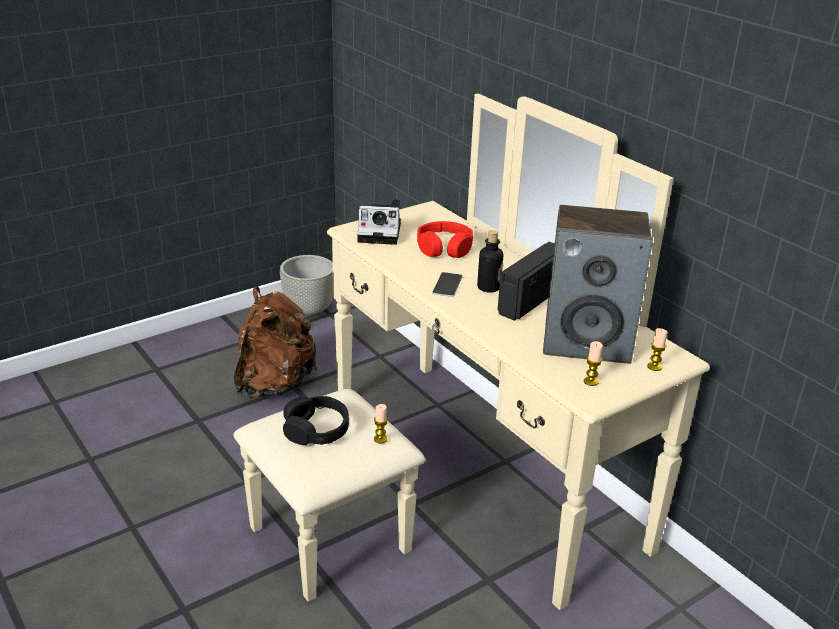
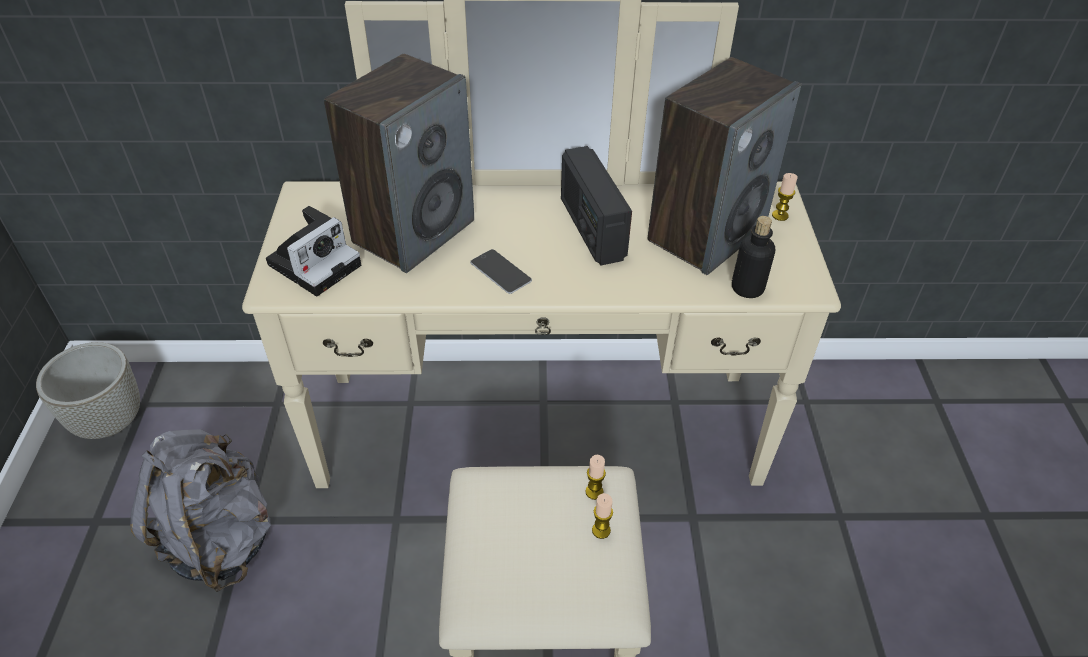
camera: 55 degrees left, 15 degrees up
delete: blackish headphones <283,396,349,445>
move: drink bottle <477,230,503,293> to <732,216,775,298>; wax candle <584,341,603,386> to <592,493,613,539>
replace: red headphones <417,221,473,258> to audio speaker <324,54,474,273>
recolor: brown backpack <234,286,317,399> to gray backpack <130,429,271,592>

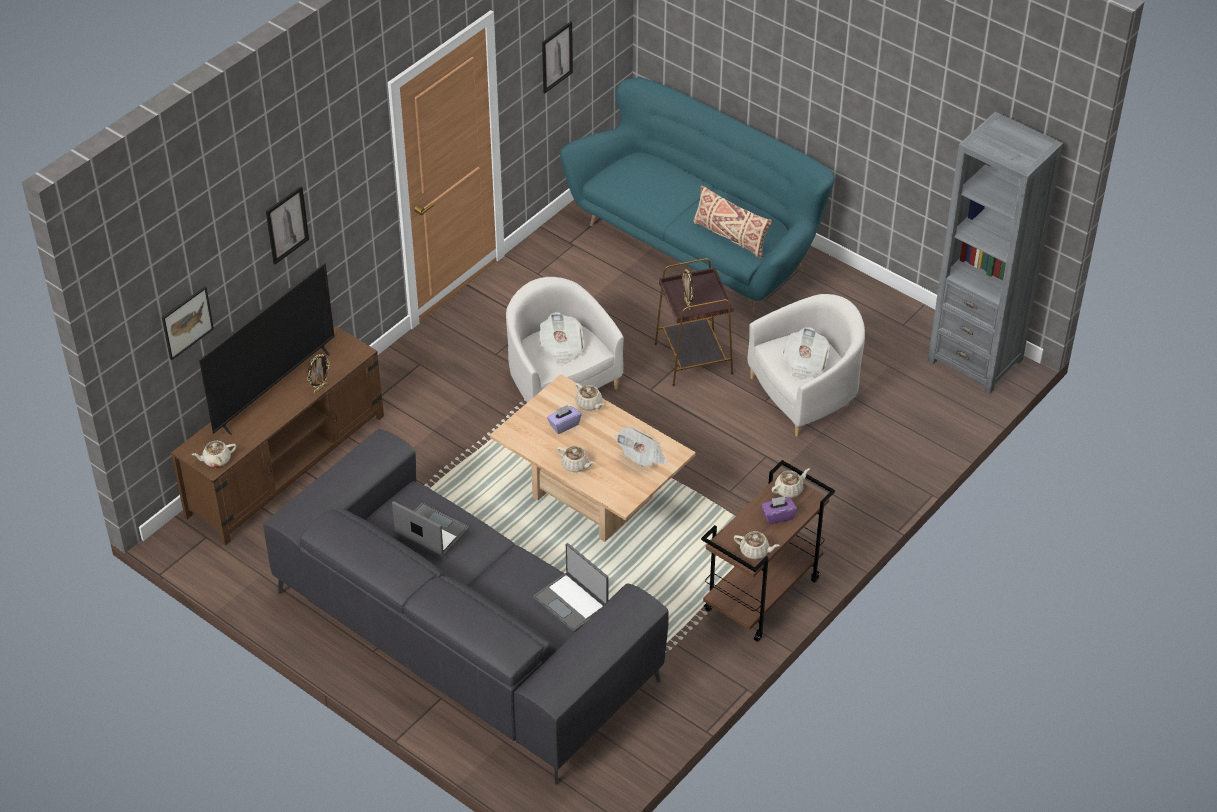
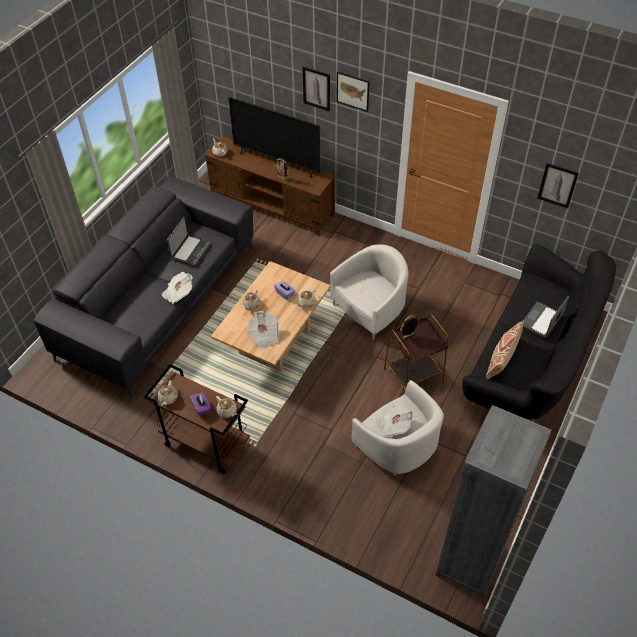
camera: 80 degrees right, 5 degrees up
move: wall art <162,286,214,360> to <337,72,370,112>; laptop <533,543,609,632> to <523,296,569,338>; newspaper <539,312,584,366> to <162,272,193,304>
recolor: turquoise-coloured couch <560,77,835,313> to blackish couch <462,245,616,422>

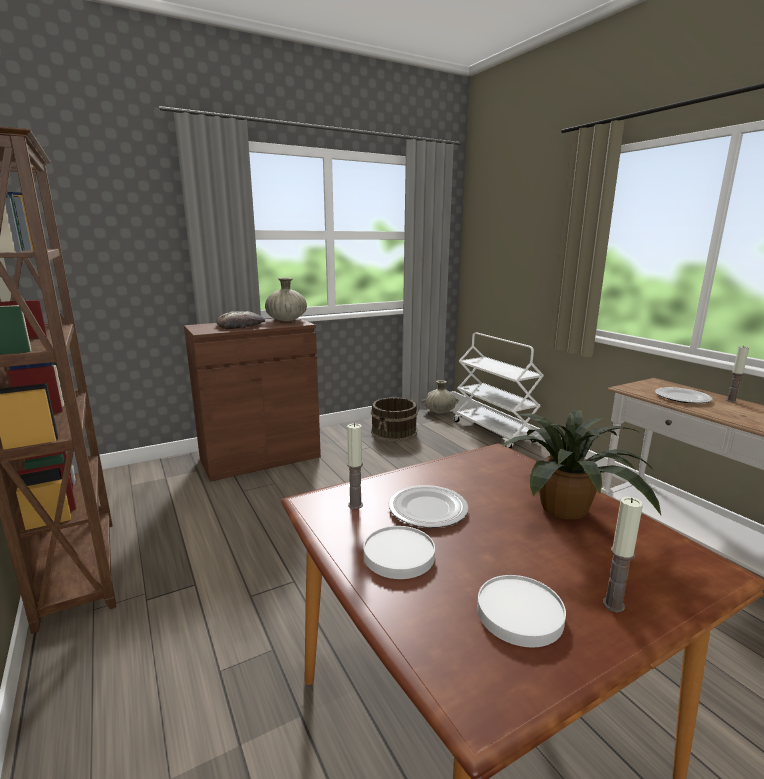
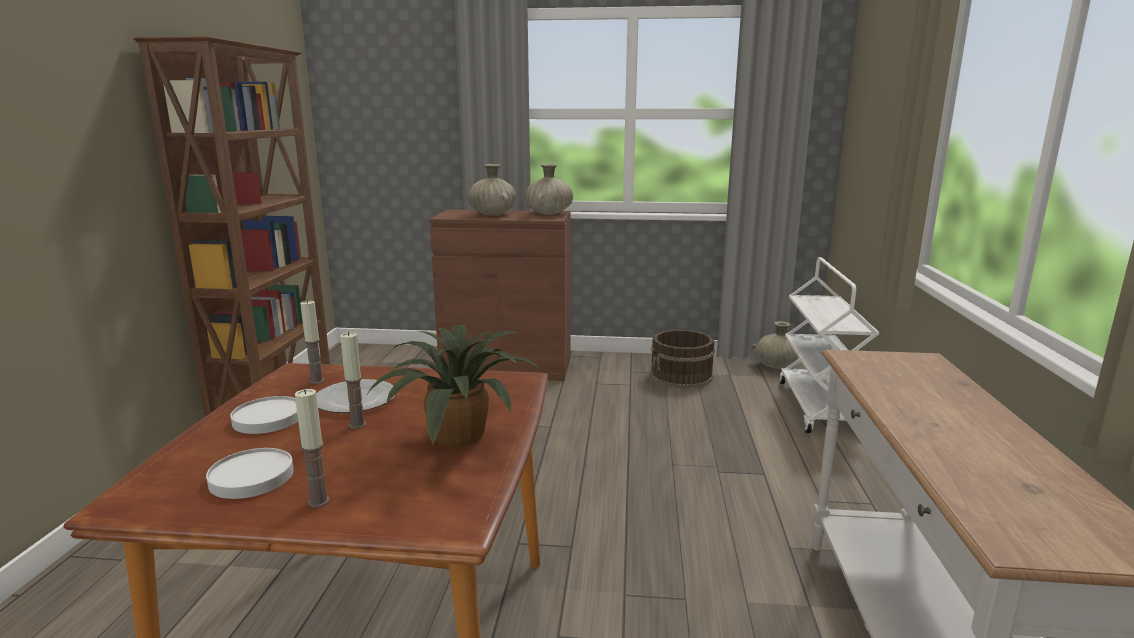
camera: 35 degrees right, 0 degrees up
delete: dinner plate <655,387,713,403>
move: wax candle <726,347,749,402> to <340,332,366,429>
replace: bread <217,311,265,329> to beige flower vase <467,164,516,216>

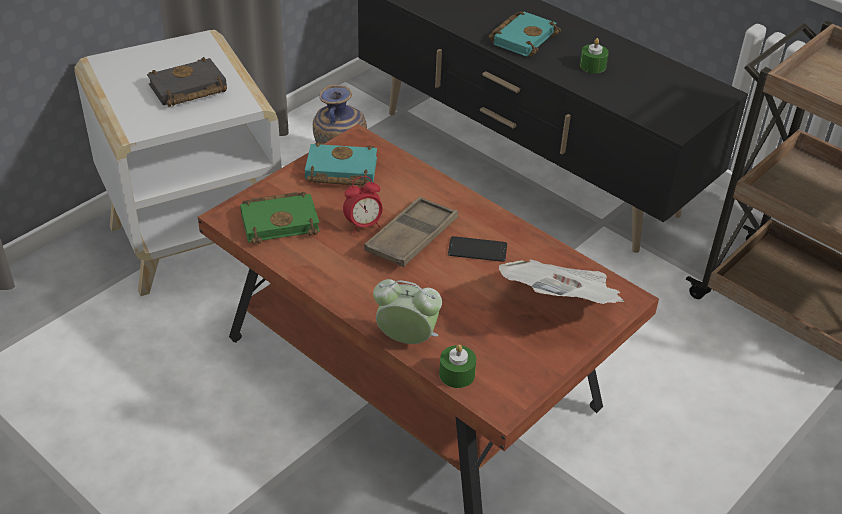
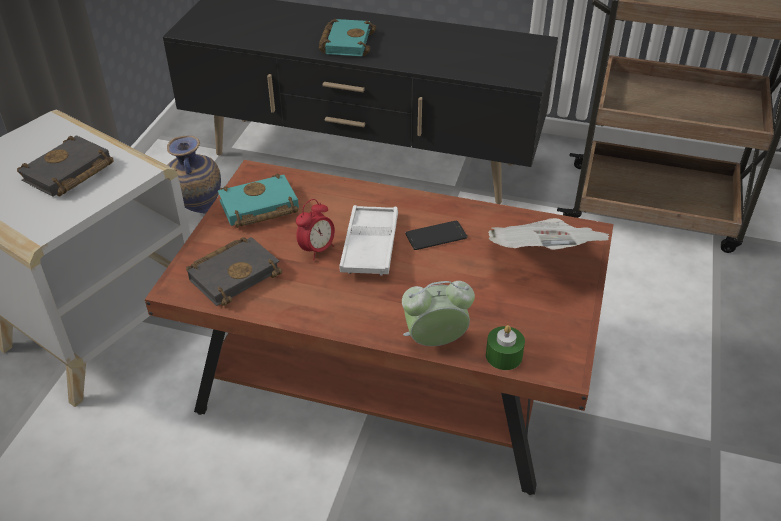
camera: 25 degrees left, 0 degrees up
delete: green wax candle <580,38,609,74>
recolor: green volume <240,192,320,244> to blackish volume <186,237,282,306>; brown serving tray <364,196,458,267> to whitish serving tray <339,205,398,276>

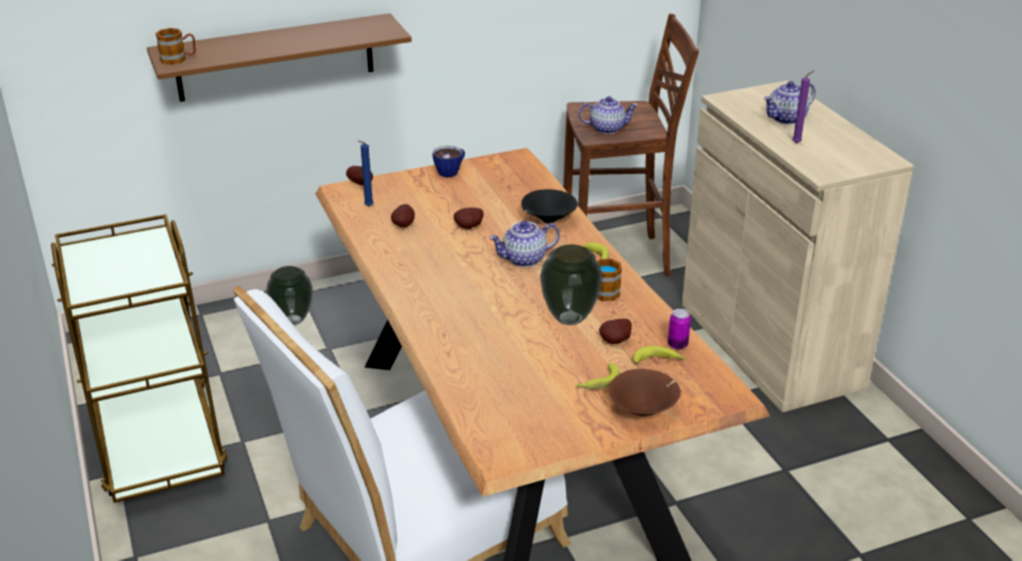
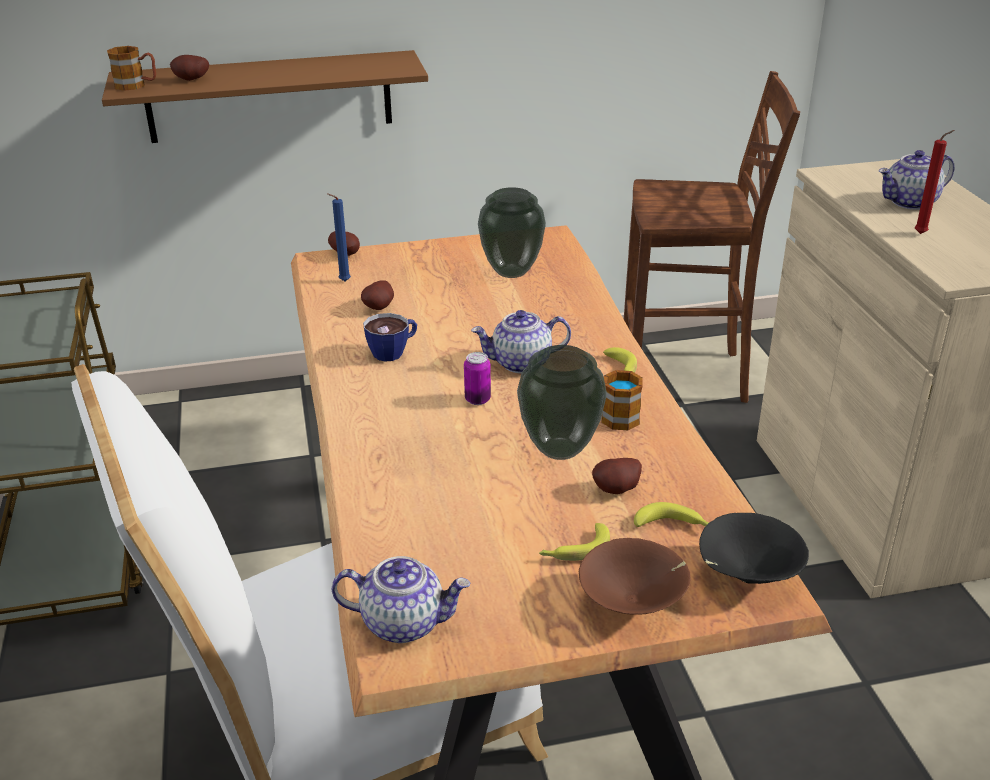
camera: 10 degrees right, 0 degrees up
move: flower vase <266,266,313,325> to <478,187,546,278>; drinking cup <432,146,465,177> to <363,313,417,362>; spud <453,208,484,229> to <170,55,209,81>; blackish serving bowl <521,189,578,223> to <699,513,809,584>; tea pot <578,96,638,134> to <332,556,470,643>; metal can <668,309,691,350> to <464,352,491,405>
recolor: purple wax candle <792,71,814,143> to red wax candle <915,130,955,234>

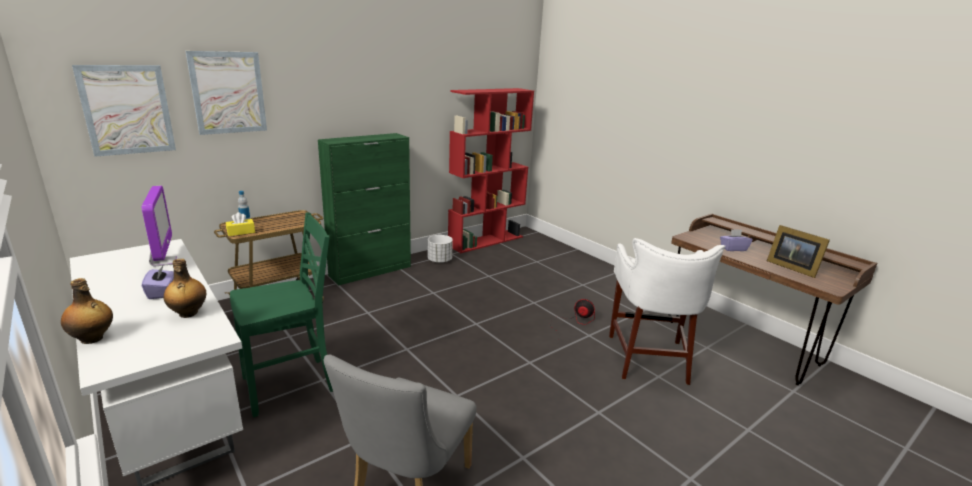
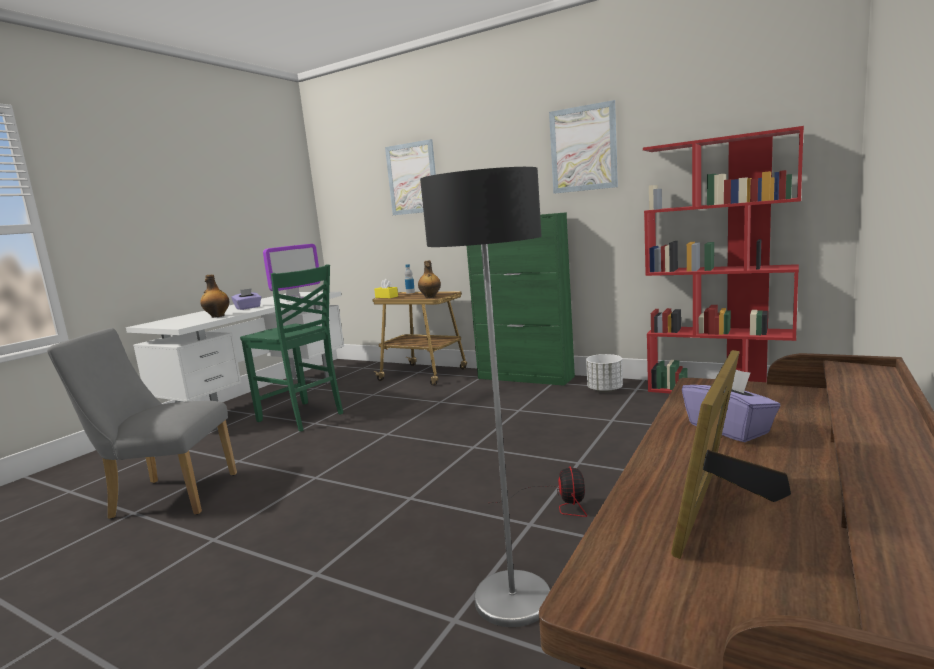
camera: 70 degrees right, 10 degrees down
move: drink bottle <61,278,113,344> to <418,260,441,298>; wall art <72,65,176,157> to <549,100,618,194>
replace: whitish stool seat <609,238,725,385> to standing lamp <420,167,550,627>

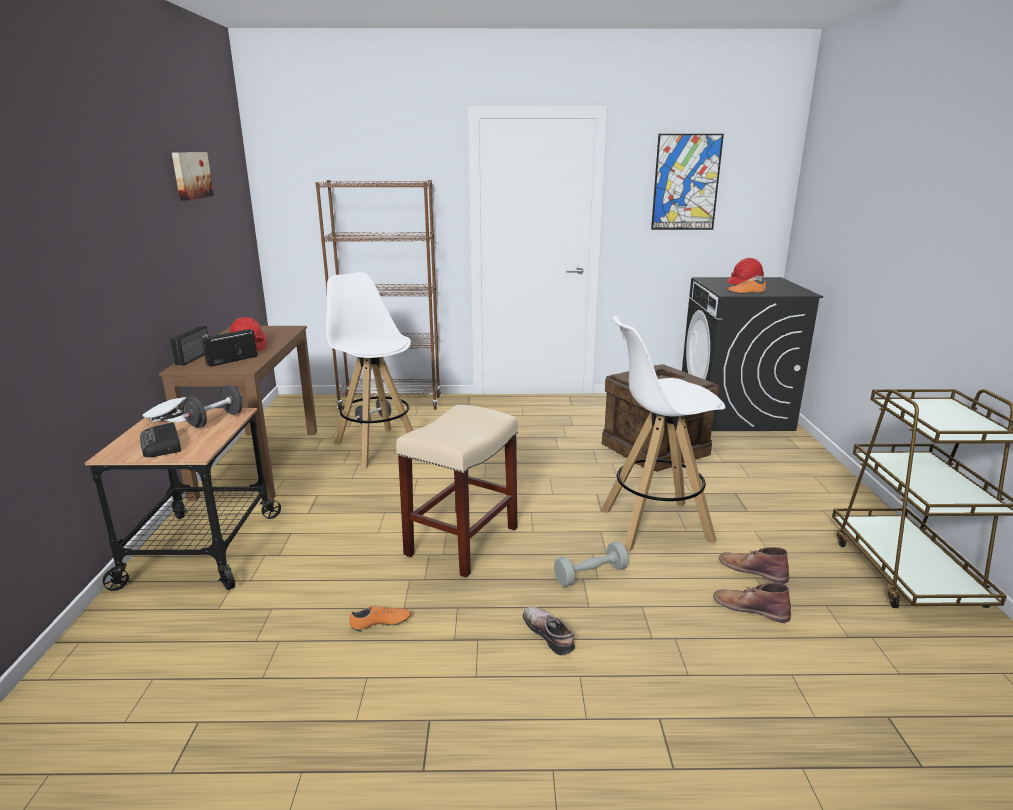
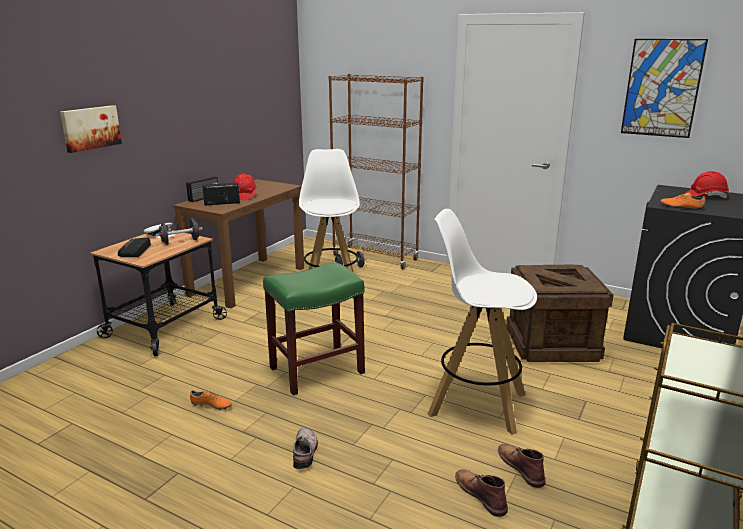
camera: 30 degrees right, 0 degrees up
delete: gray hand weight <554,541,629,587>
move: wall art <172,152,214,200> to <60,105,122,153>
recolor: beige stool seat <396,405,518,578> to green stool seat <263,262,365,395>

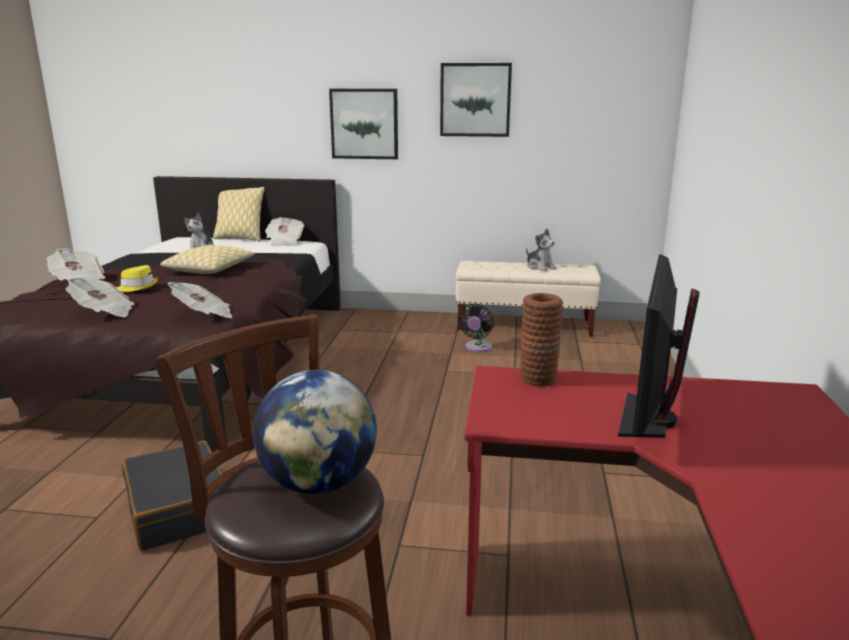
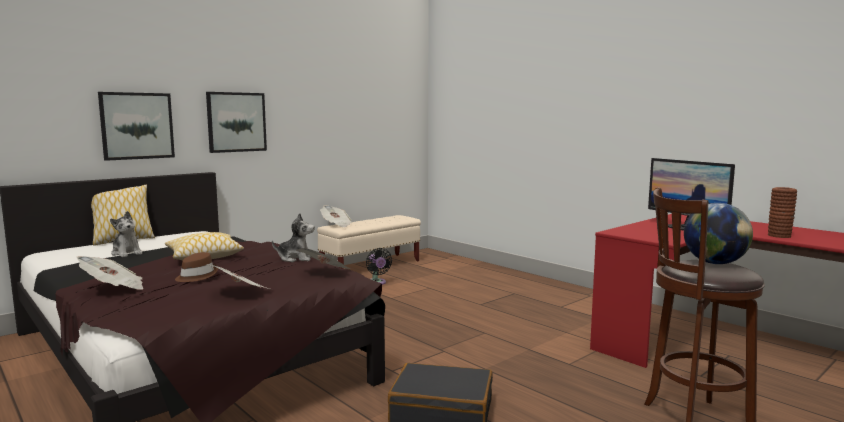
camera: 50 degrees left, 10 degrees down
move: newspaper <265,217,304,247> to <320,205,353,228>; wall art <440,63,512,137> to <98,92,175,161>; brown flower vase <520,293,563,387> to <768,187,797,238>; cuddly toy <526,229,556,271> to <272,213,315,262>
recolor: yellow wearable hat <117,265,158,292> to brown wearable hat <175,252,218,282>

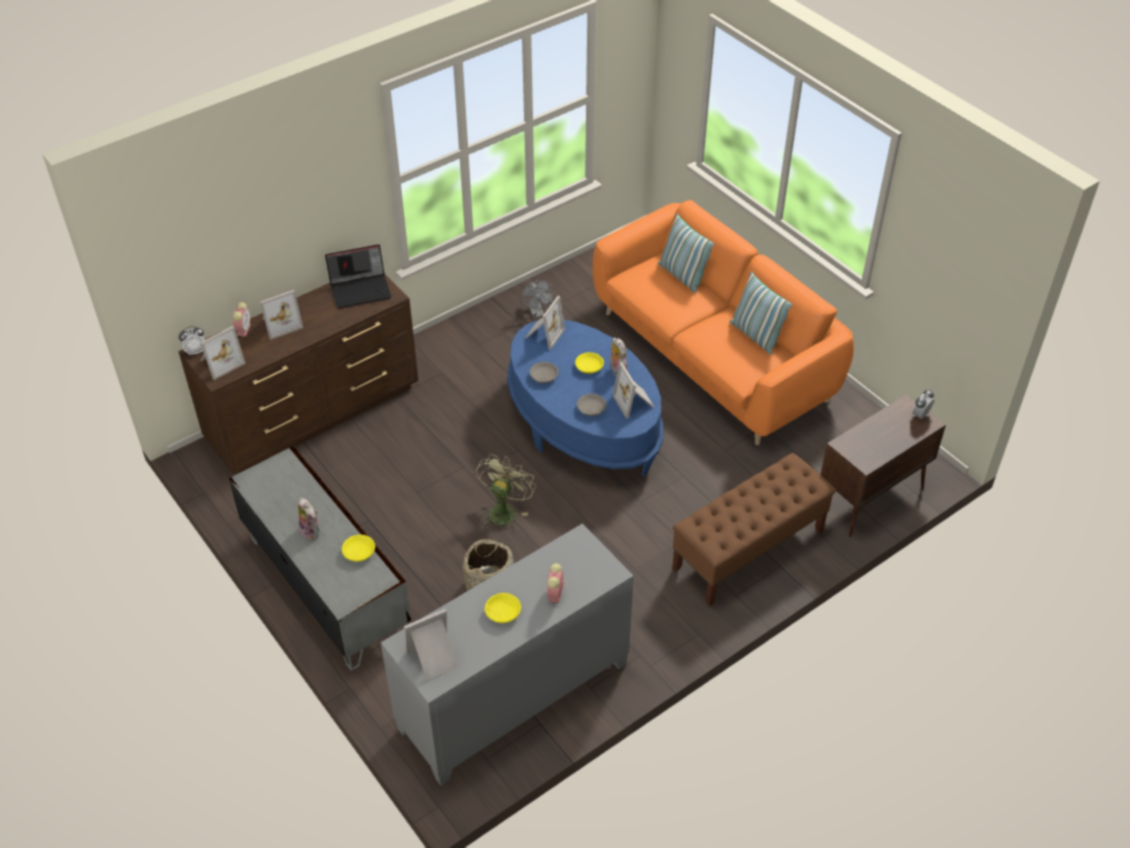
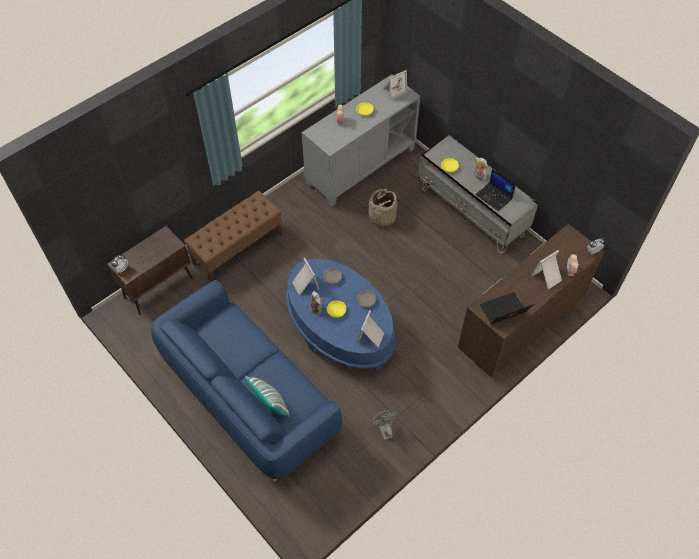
camera: 175 degrees right, 10 degrees up
delete: standing frame <201,326,246,380>; green cooling fan <476,454,536,528>; cushion <730,271,793,354>
insert: laptop <476,169,516,211>
recolor: orange couch <593,200,854,445> to blue-coloured couch <151,280,342,481>

